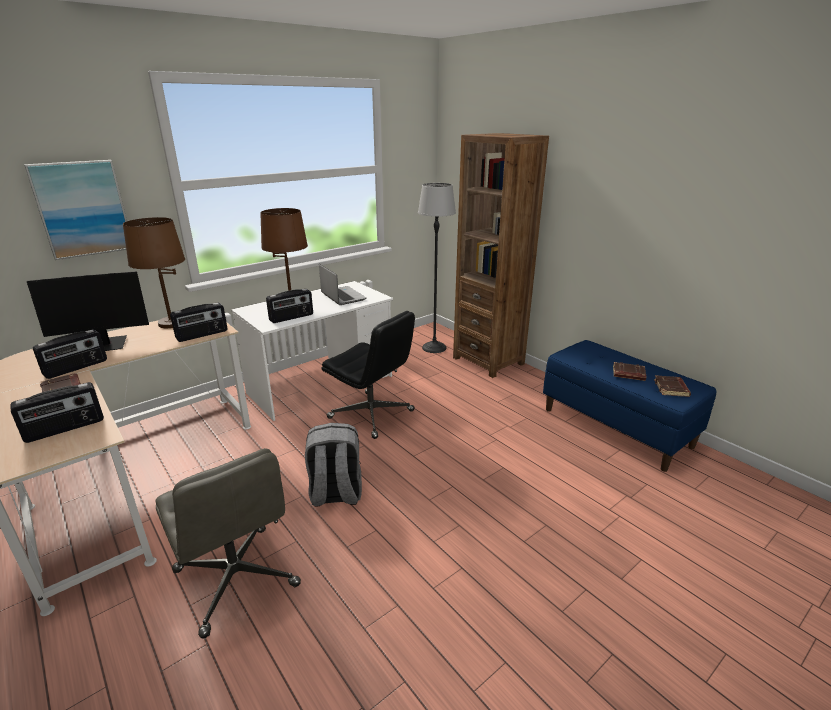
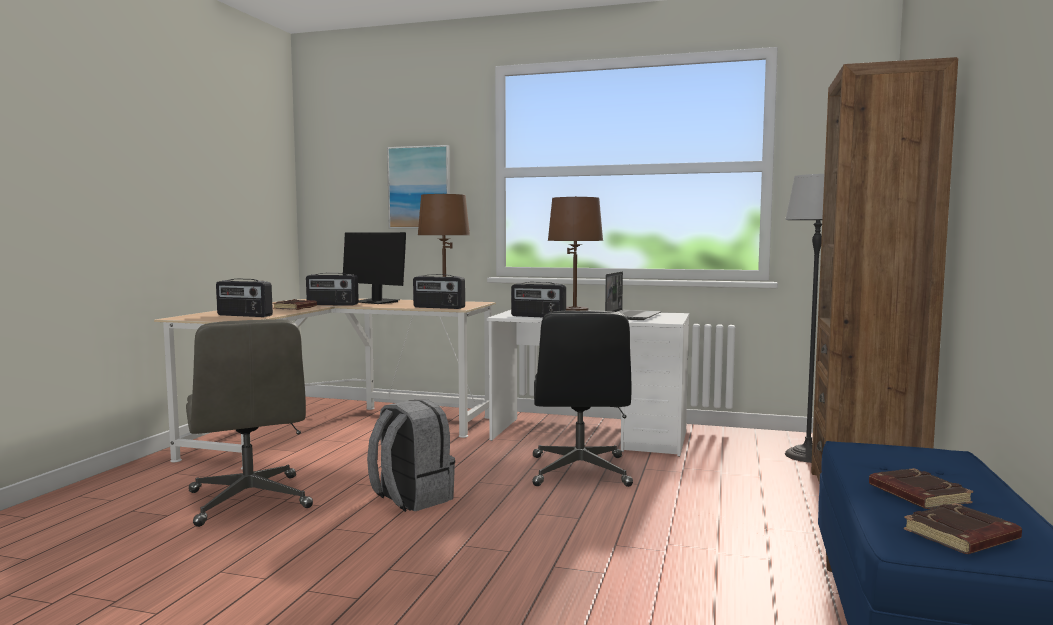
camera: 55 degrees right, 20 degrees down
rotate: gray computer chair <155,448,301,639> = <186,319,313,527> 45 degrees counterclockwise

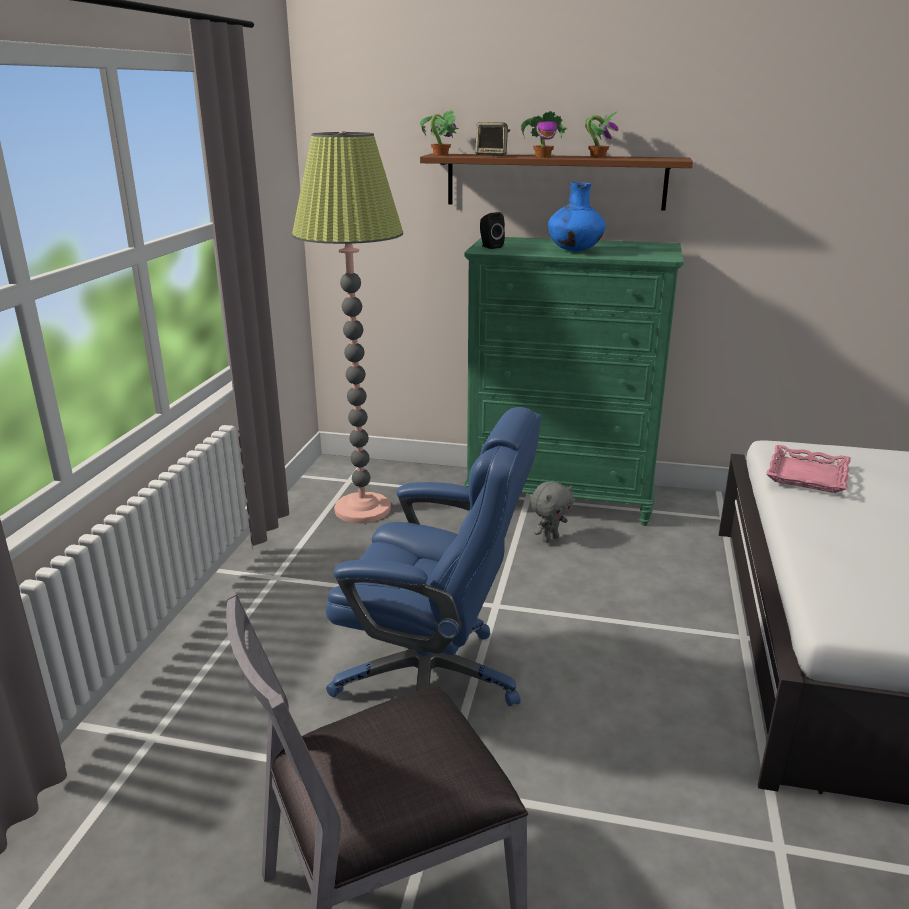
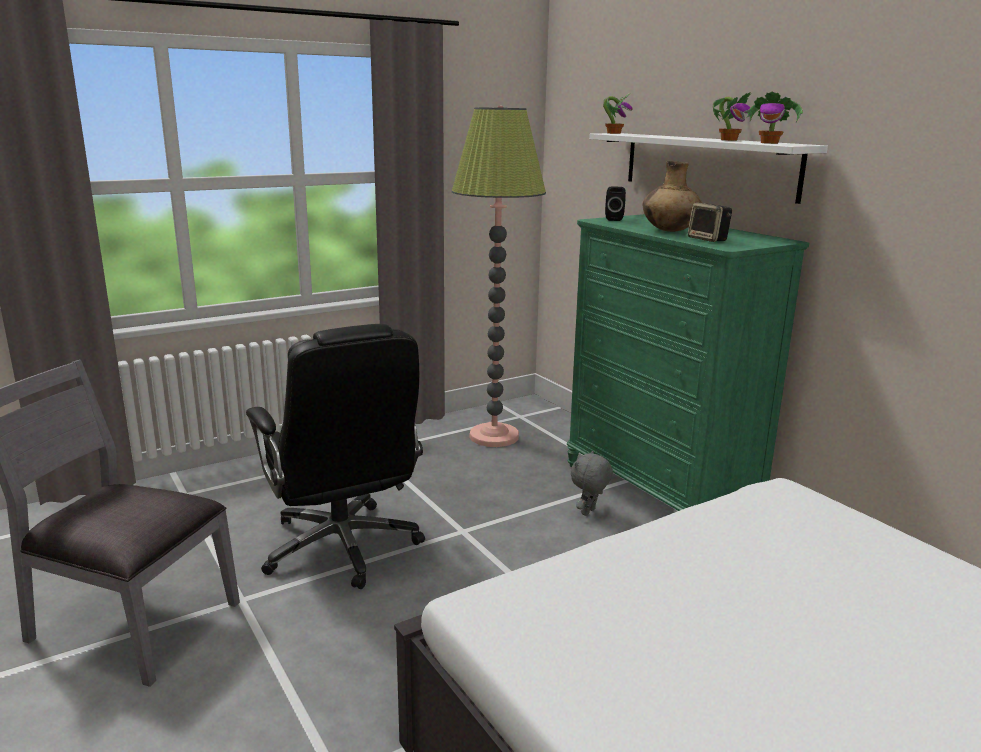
camera: 45 degrees right, 5 degrees down
delete: pinkish serving tray <766,445,851,493>
move: audio speaker <475,122,510,156> to <688,203,732,242>; plant in a pot <521,111,568,158> to <744,91,803,144>
recolor: blue-coloured computer chair <326,407,541,706> to blackish computer chair <246,324,425,589>; brown bracket shelf <420,153,693,211> to whitish bracket shelf <589,133,828,204>; blue-coloured flower vase <547,182,606,252> to brown flower vase <643,161,702,232>
rotate: gray cuddly toy <531,481,574,543> = <571,451,613,516> 120 degrees clockwise

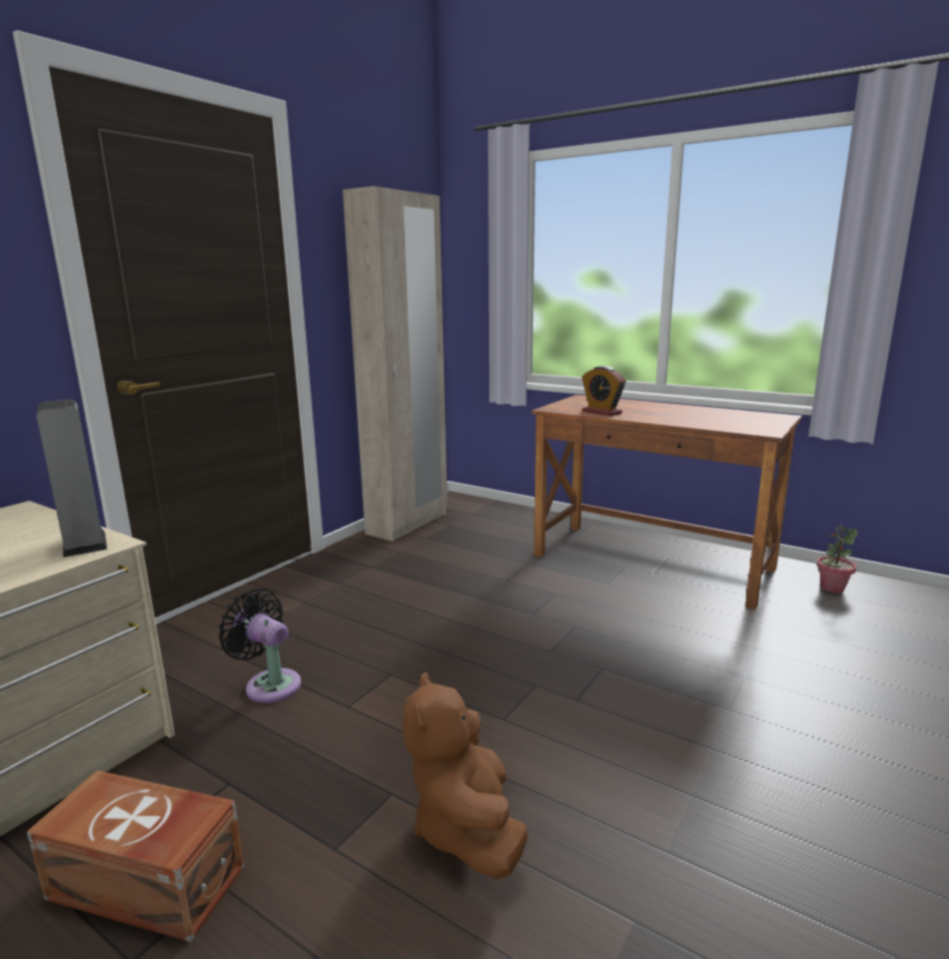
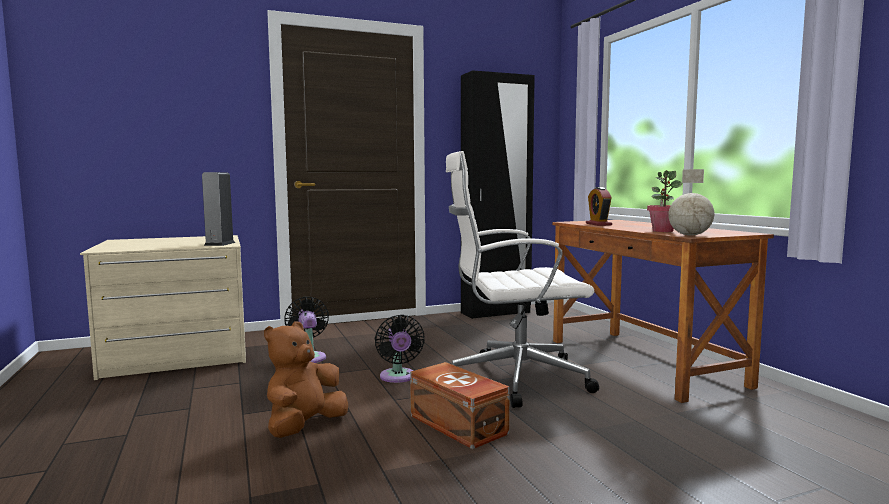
camera: 35 degrees right, 10 degrees down
insert: blackish cooling fan <375,315,425,383>; whitish computer chair <446,151,599,408>; desk globe <668,169,714,236>
move: brown storage container <27,770,244,942> to <410,362,510,449>; plant in a pot <817,525,858,593> to <647,170,683,232>
recolor: beige clothes cupboard <343,186,447,541> to blackish clothes cupboard <461,71,535,319>

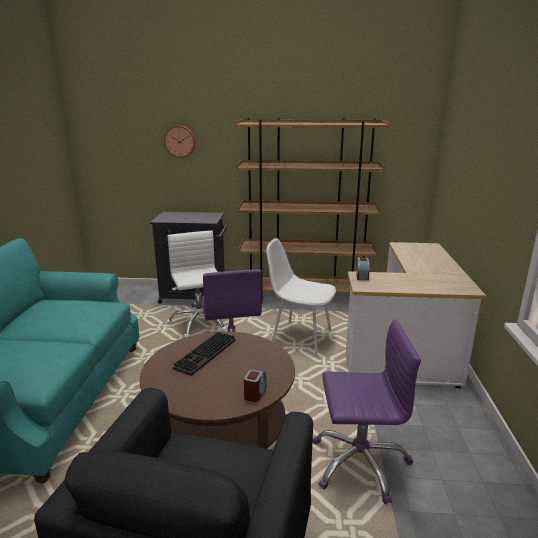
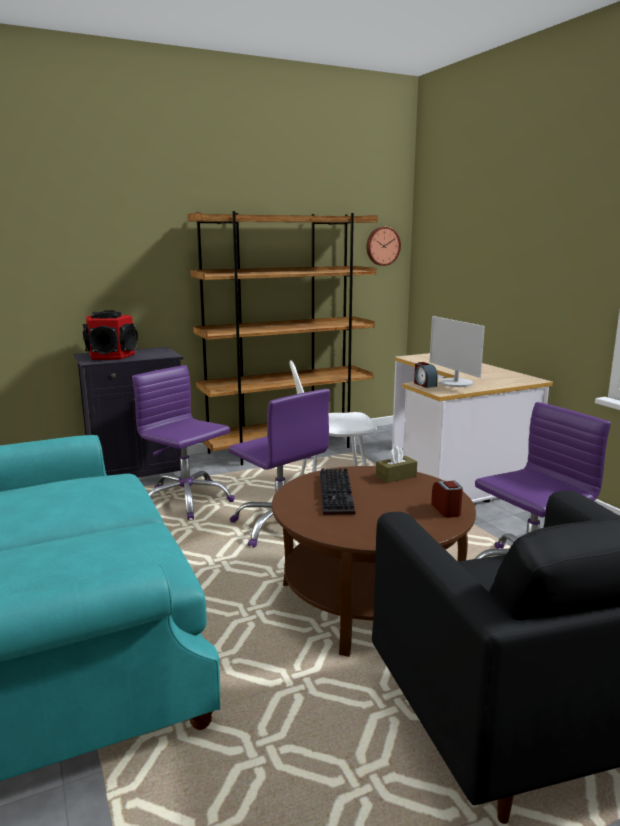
camera: 30 degrees left, 5 degrees down
insert: audio speaker <82,310,138,360>; brown tissue holder <376,446,417,483>; monitor <430,316,485,387>
move: wall clock <164,126,196,158> to <366,227,401,266>
recolor: whitish computer chair <166,231,227,338> to purple computer chair <132,365,235,520>

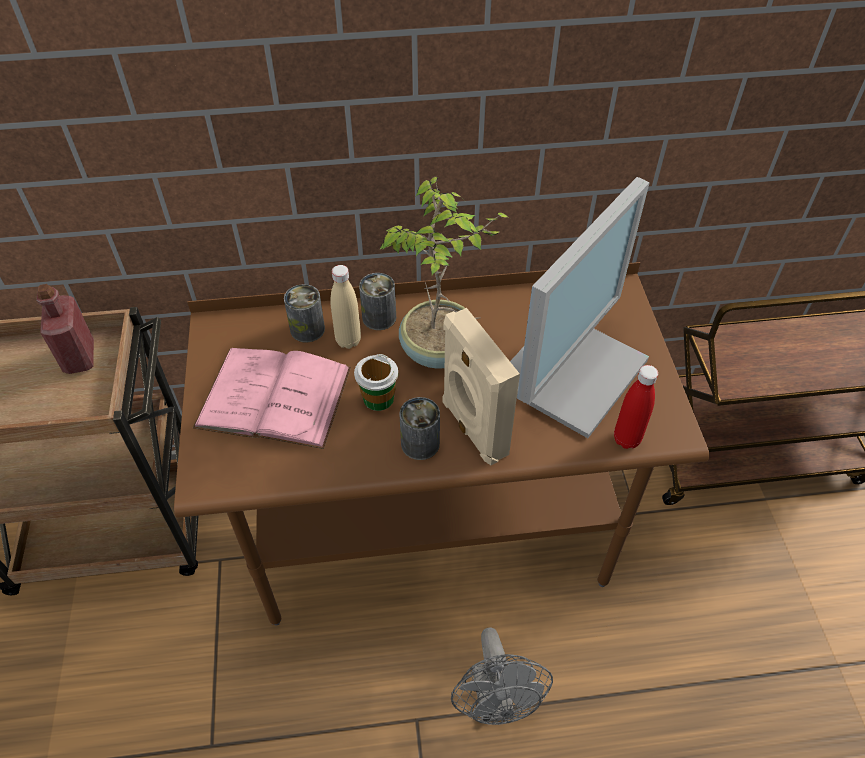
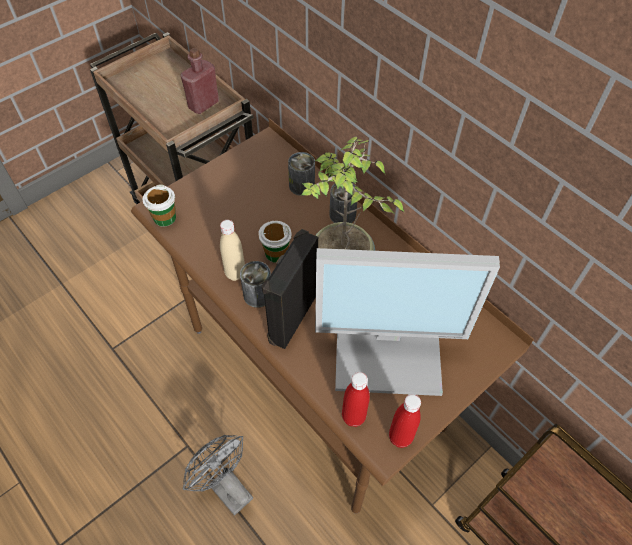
camera: 55 degrees right, 5 degrees up
delete: pinkish volume <193,348,351,449>
insert: drinking cup <142,184,176,227>; red drink bottle <389,394,421,448>
move: beige drink bottle <330,265,361,349> to <220,220,245,281>
recolor: beige audio speaker <442,308,520,465> to blackish audio speaker <262,229,318,349>
rotate: gray cooling fan <451,627,553,725> = <183,435,253,516> 90 degrees clockwise

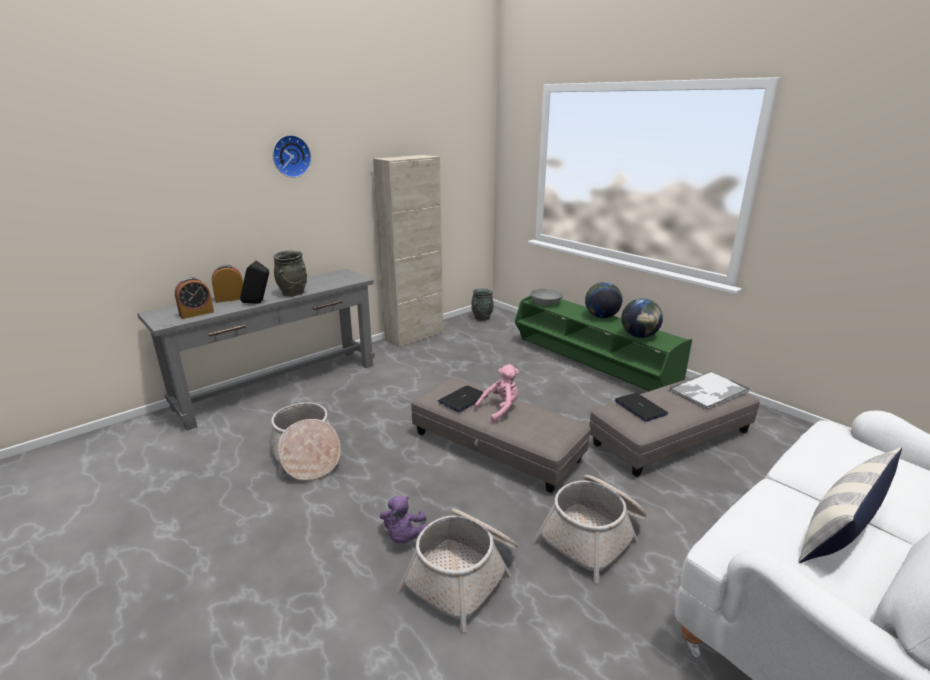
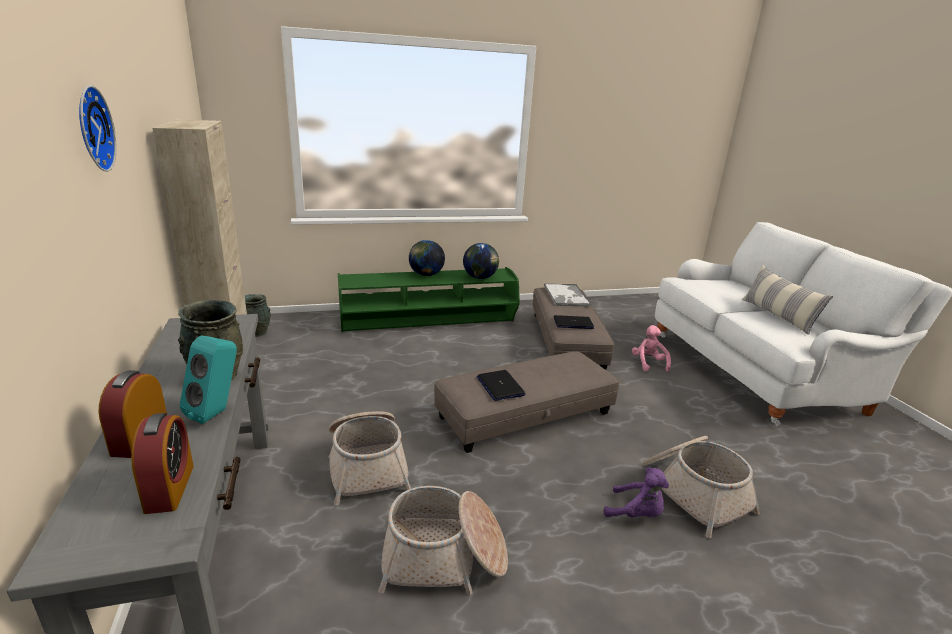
camera: 65 degrees left, 0 degrees up
delete: gray serving bowl <530,288,563,306>
move: pinkish cuddly toy <474,364,519,423> to <632,325,671,372>; household basket <534,475,646,583> to <328,411,411,505>
recolor: blackish audio speaker <240,261,269,304> to turquoise-coloured audio speaker <180,336,237,424>

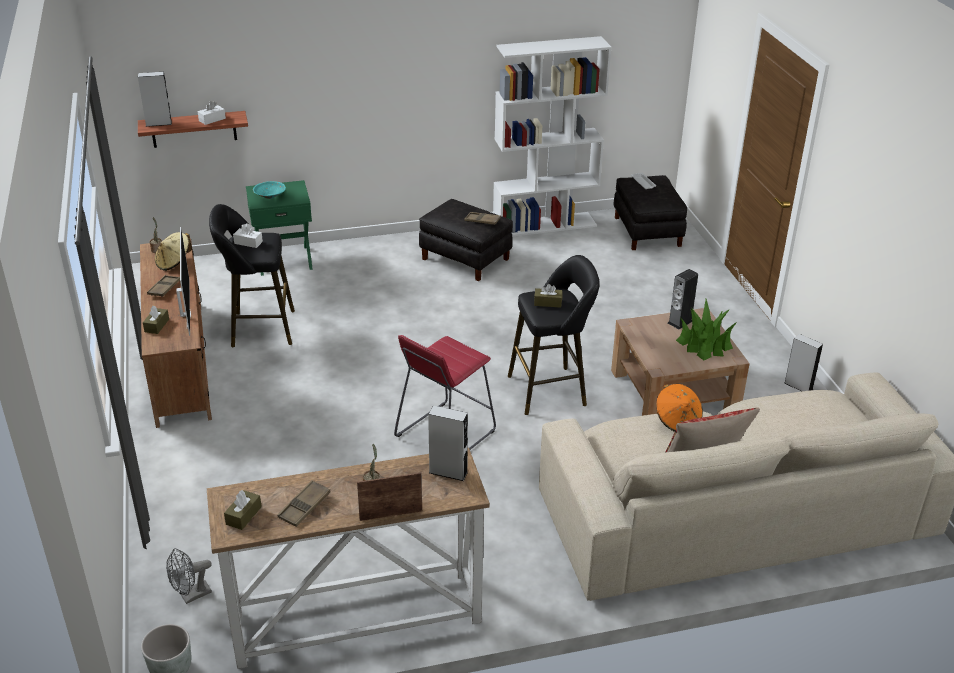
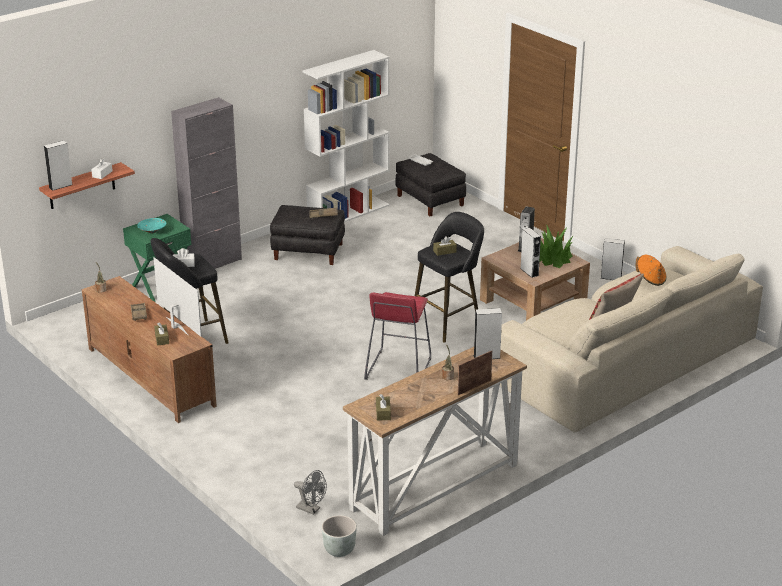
camera: 25 degrees left, 5 degrees down
delete: beige wearable hat <155,232,192,271>; brown serving tray <278,480,330,527>
insert: gray storage cabinet <171,97,242,269>; gray audio speaker <520,228,541,278>
move: orange wearable hat <656,384,703,432> to <635,255,666,286>
rotate: gray cooling fan <166,548,212,604> = <294,470,327,515> 90 degrees counterclockwise

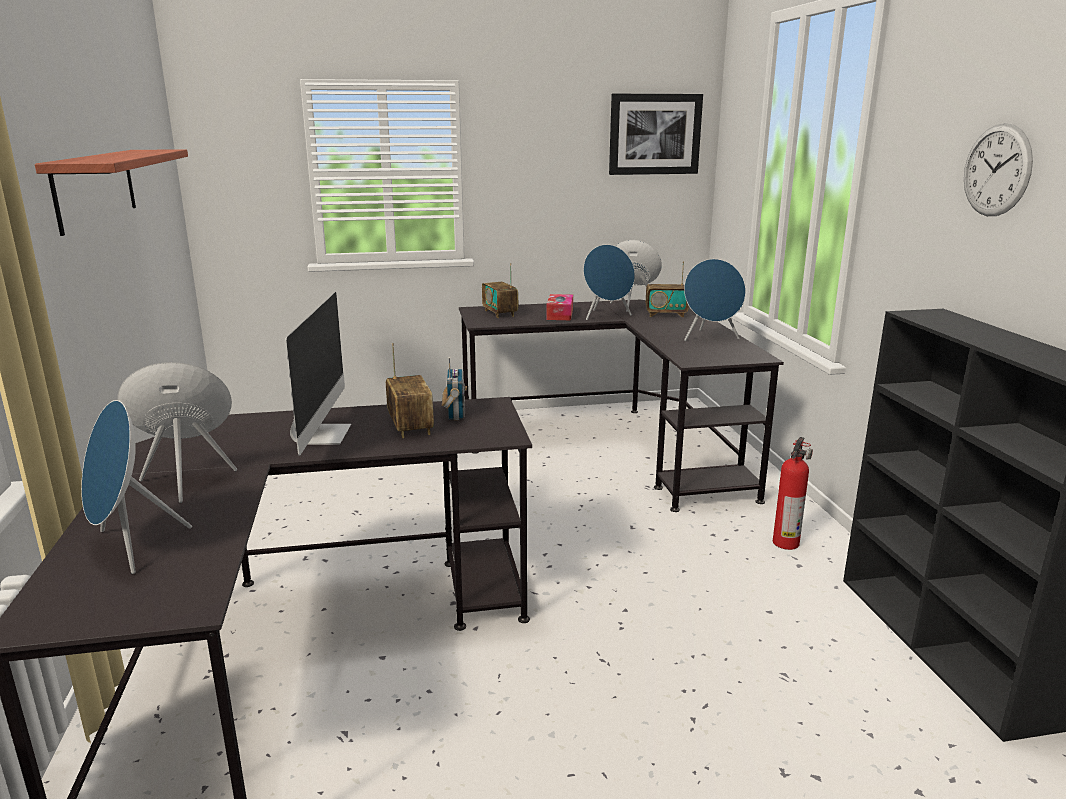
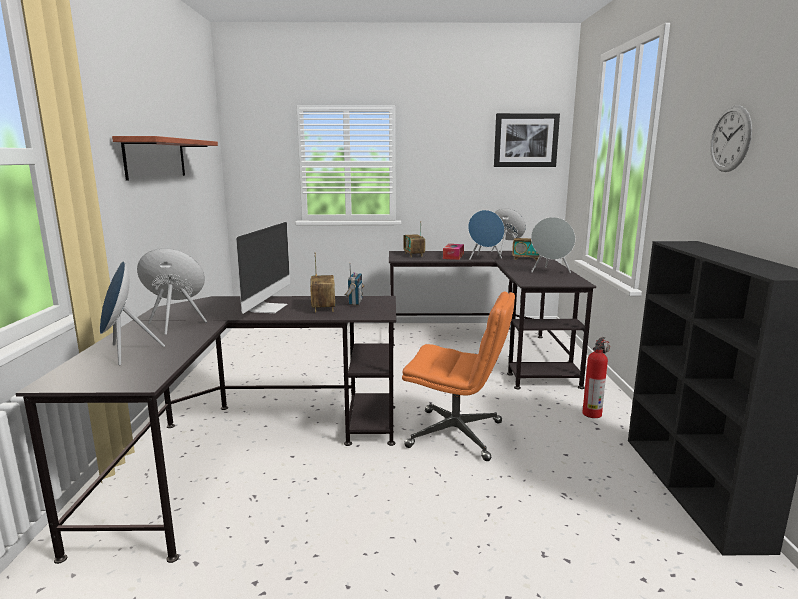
camera: 10 degrees right, 5 degrees down
insert: orange computer chair <402,291,515,461>
recolor: blue-coloured audio speaker <684,259,746,341> to gray audio speaker <531,217,575,273>

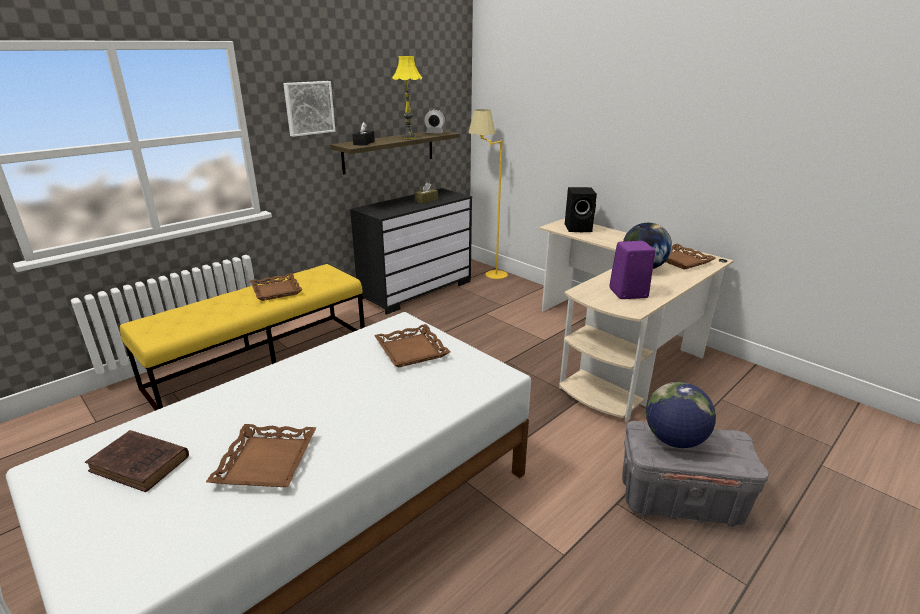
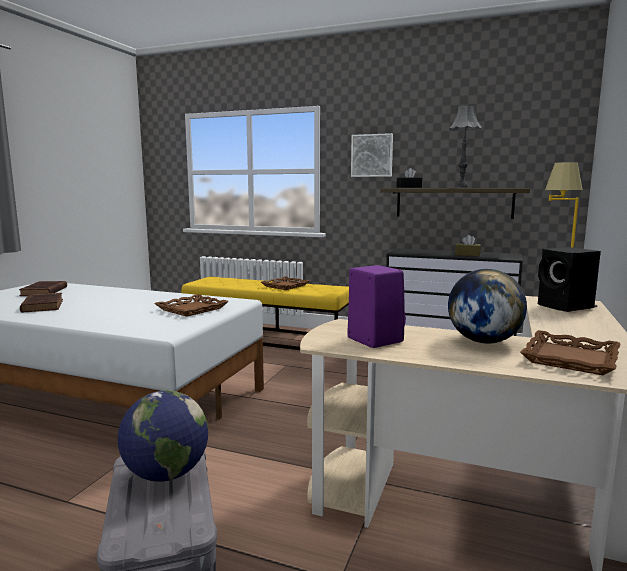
camera: 65 degrees right, 15 degrees down
delete: table clock <424,109,445,133>
replace: brown serving tray <206,424,317,487> to brown volume <20,293,63,313>
recolor: yellow lamp for a table <392,56,422,139> to gray lamp for a table <450,106,482,188>

